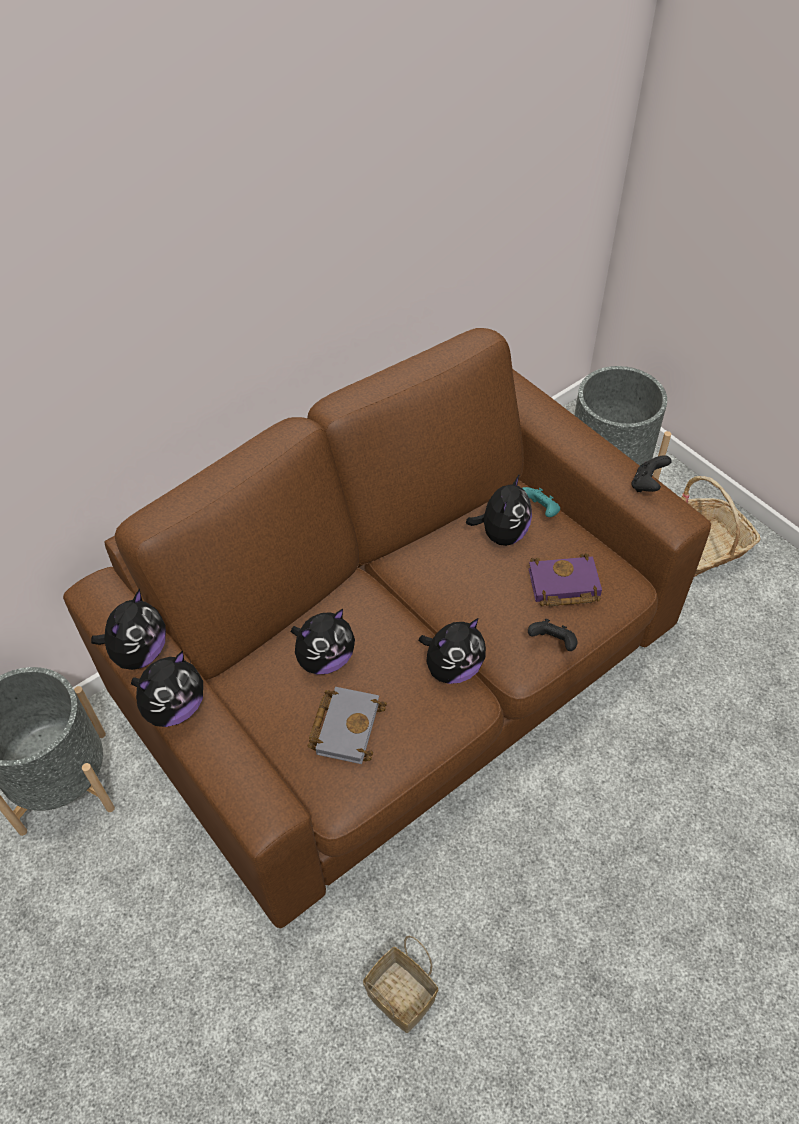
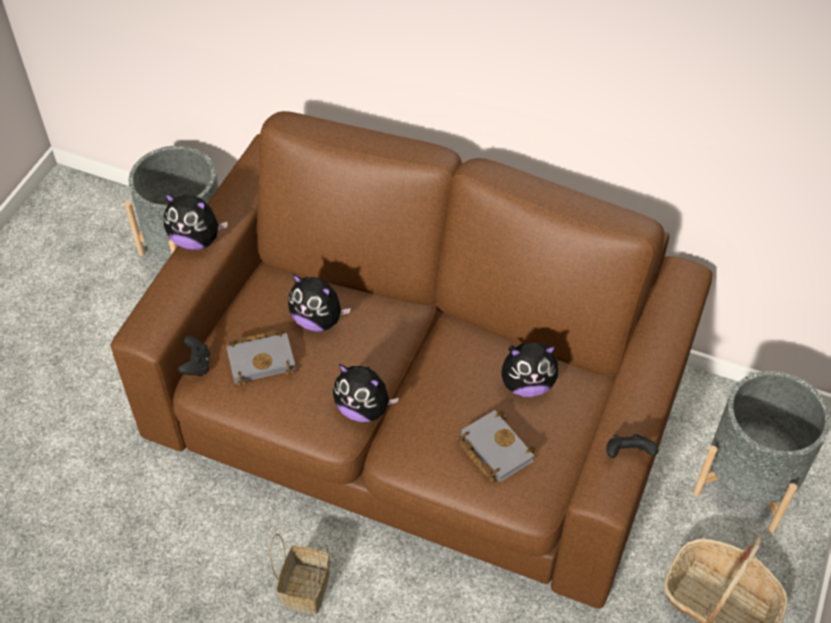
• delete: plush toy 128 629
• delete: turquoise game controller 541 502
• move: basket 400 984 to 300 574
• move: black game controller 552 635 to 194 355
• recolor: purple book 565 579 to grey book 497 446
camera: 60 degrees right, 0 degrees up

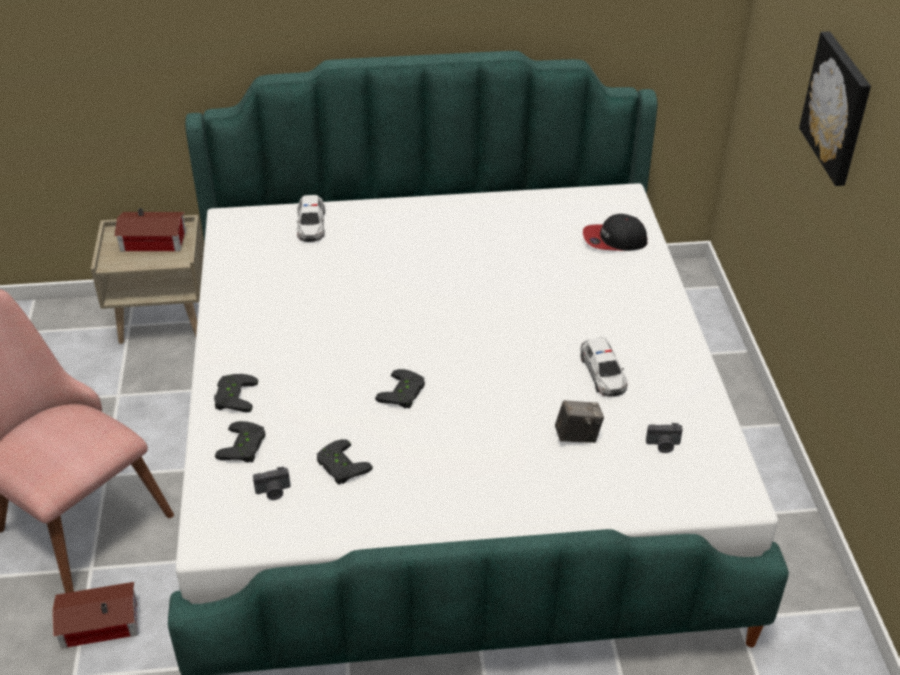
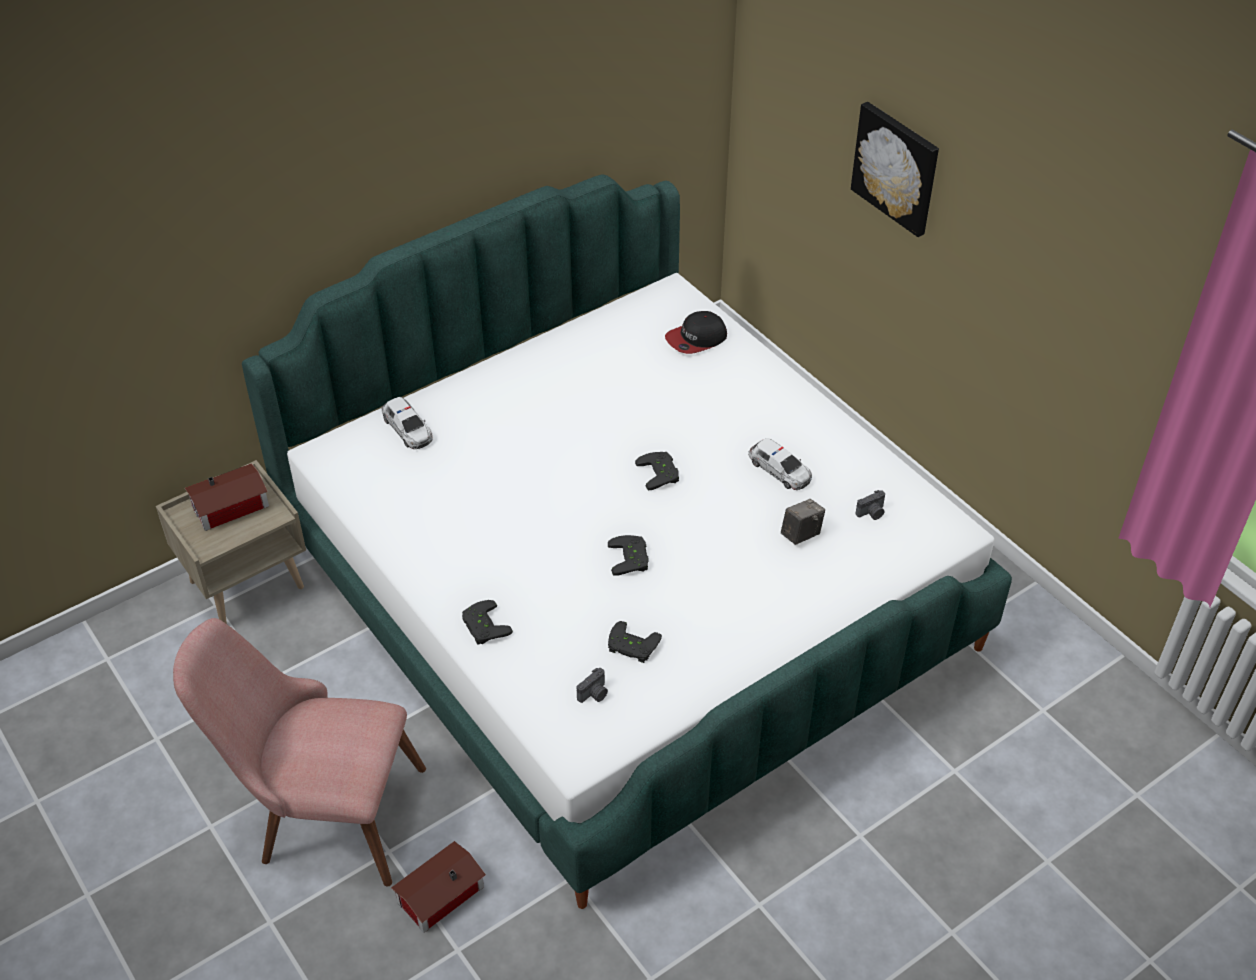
• move: black game controller 240 442 to 657 471
camera: 30 degrees left, 5 degrees up

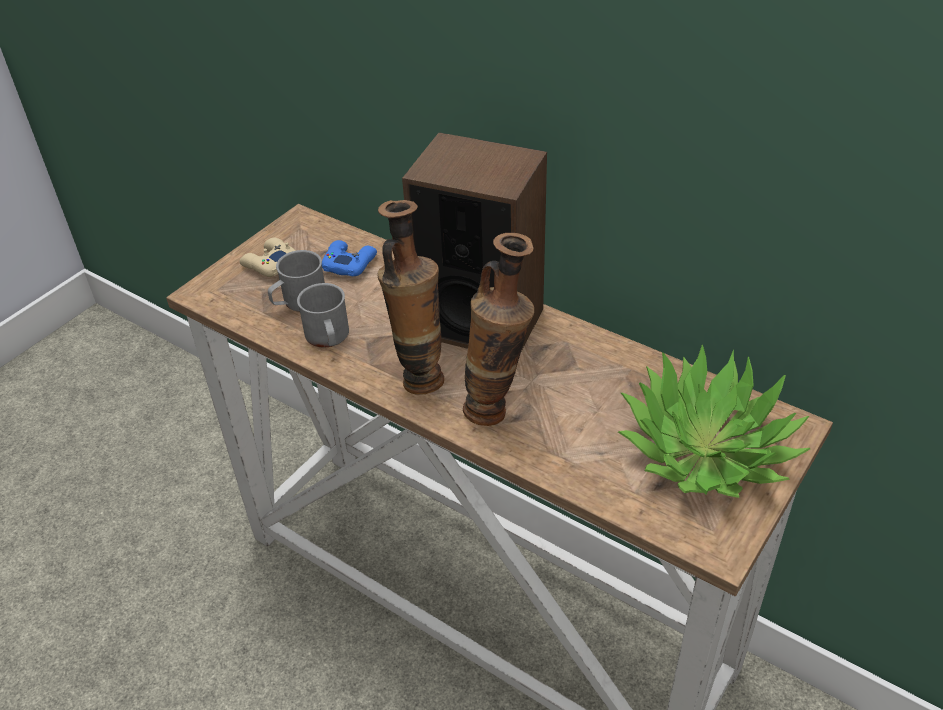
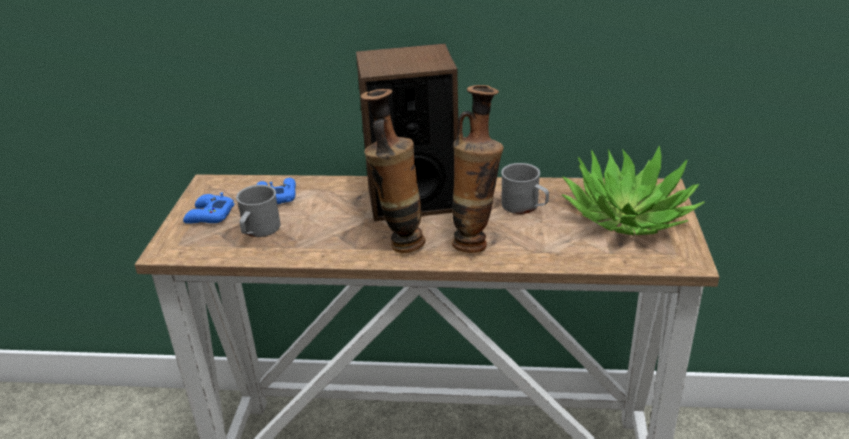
• move: grey mug 323 315 to 525 188
• recolor: beige game controller 268 257 to blue game controller 209 208
camera: 30 degrees left, 10 degrees down

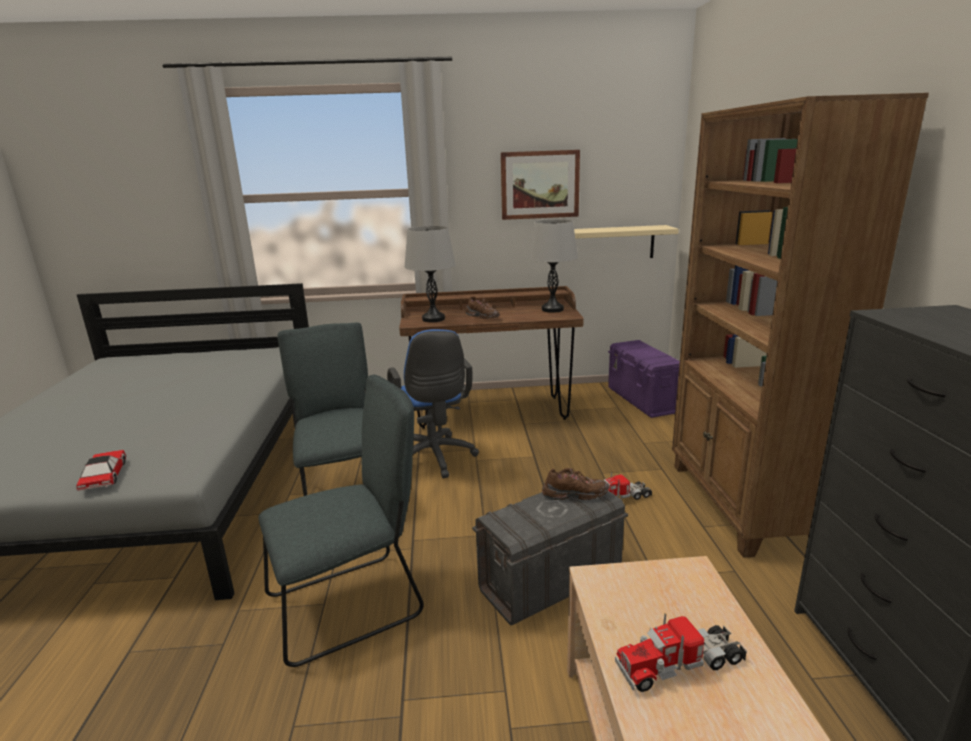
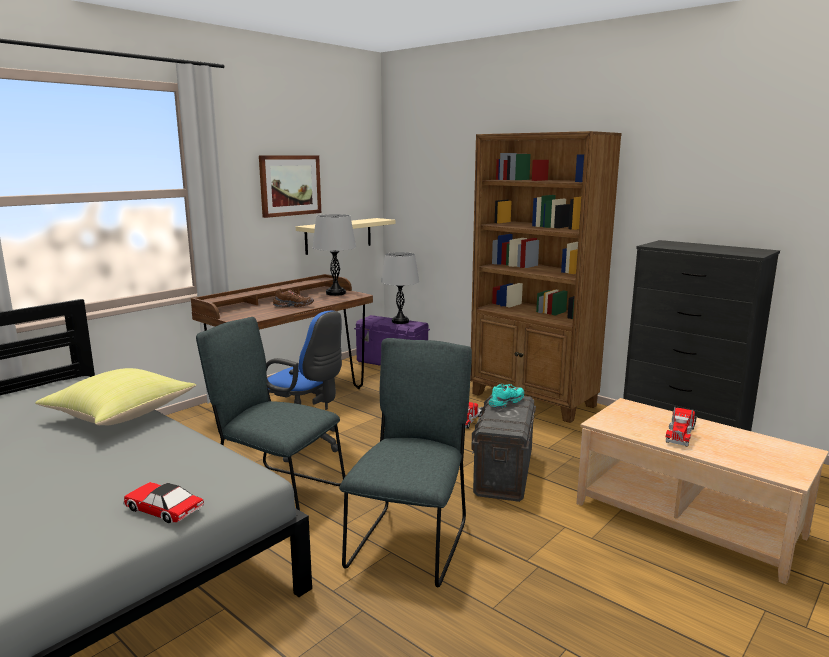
• insert: yellow pillow 115 396
• move: grey table lamp 430 274 to 400 288
• recolor: brown shoe 575 484 to turquoise shoe 506 396
camera: 45 degrees left, 5 degrees down

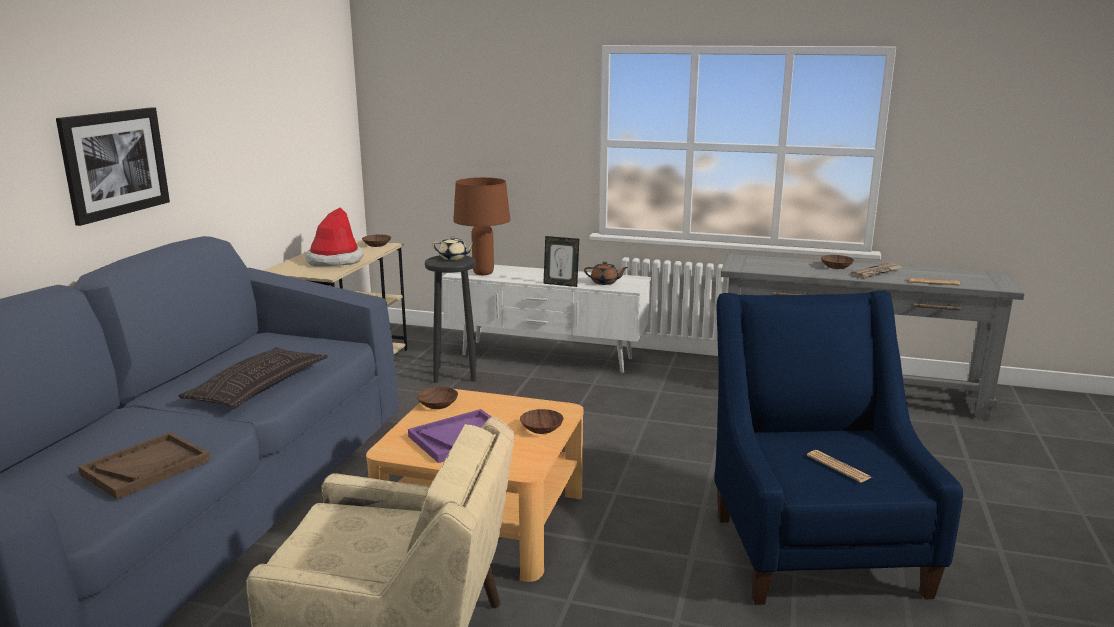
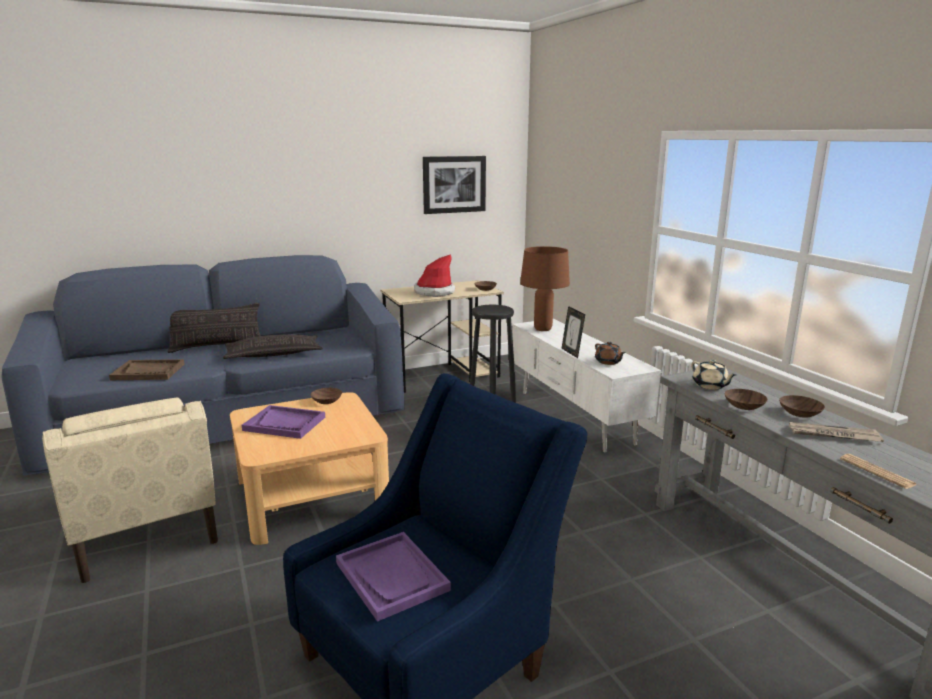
• insert: pillow 214 328
• move: picture 113 166 to 454 185
• move: beige teapot 453 248 to 713 375
• move: brown bowl 542 421 to 746 399
• replace: newspaper 839 466 to purple tray 393 577
camera: 50 degrees right, 0 degrees up

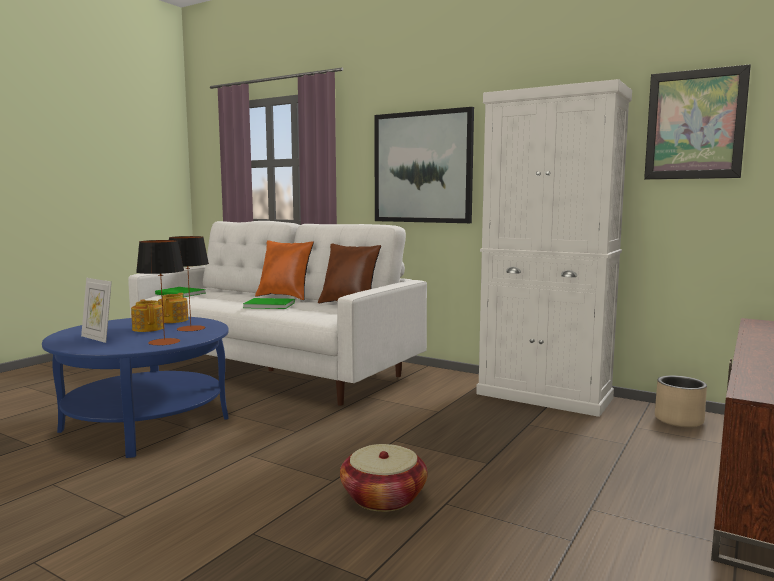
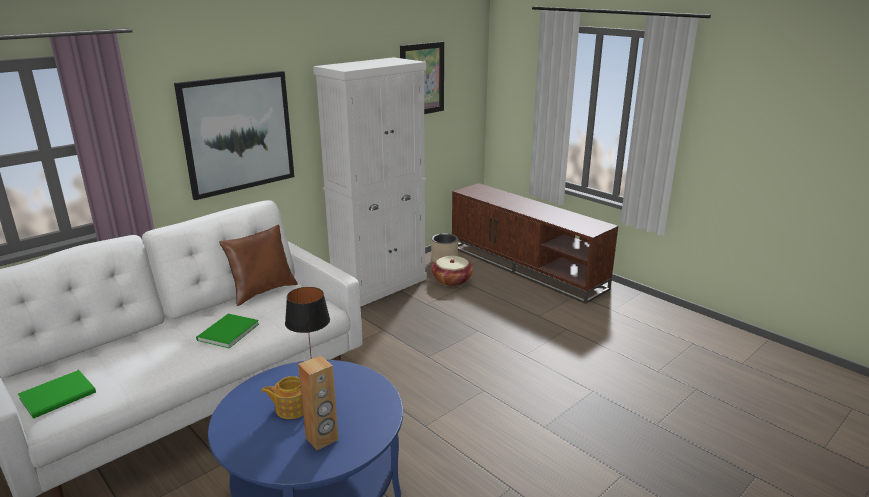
• delete: table lamp 160 293
• delete: teapot 173 308
• delete: orange pillow 284 270
• move: basket 384 478 to 452 271
• replace: picture frame 96 310 to brown speaker 318 402
camera: 75 degrees left, 15 degrees up

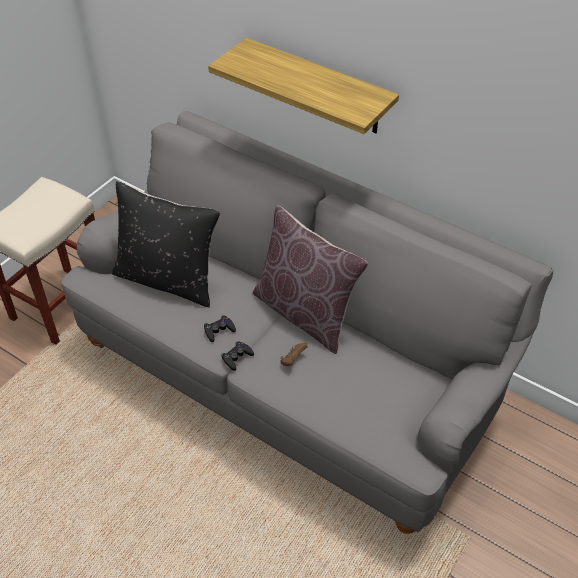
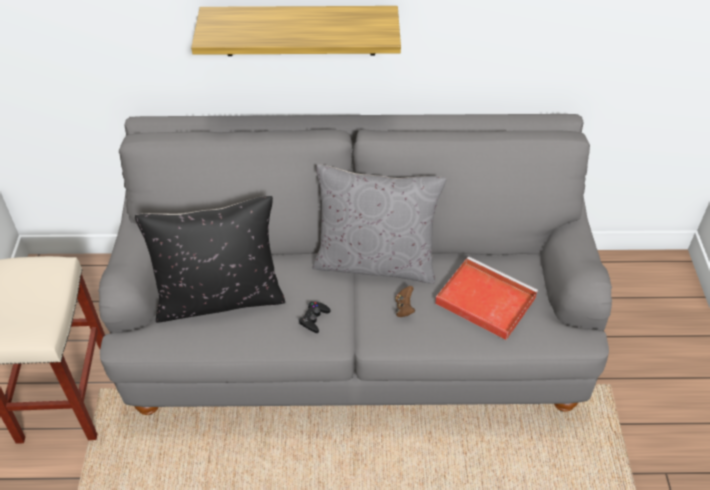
• delete: black game controller 237 356
• insert: red tray 486 298
• recolor: brown pillow 310 279 to grey pillow 379 224
camera: 35 degrees left, 0 degrees up

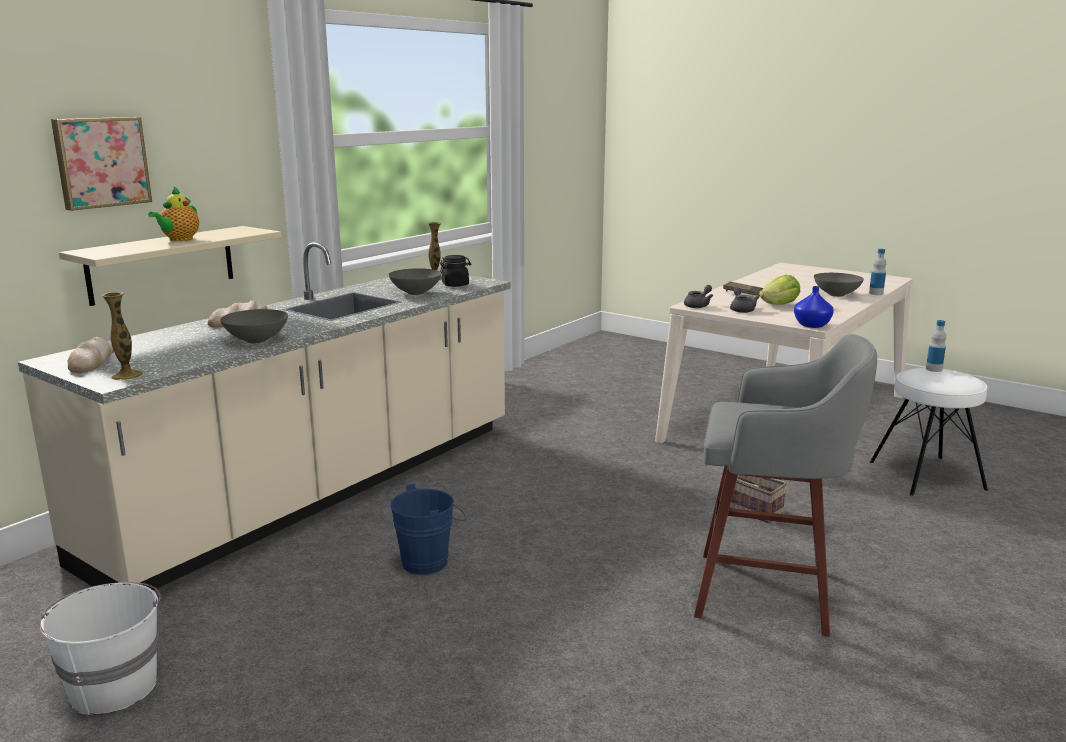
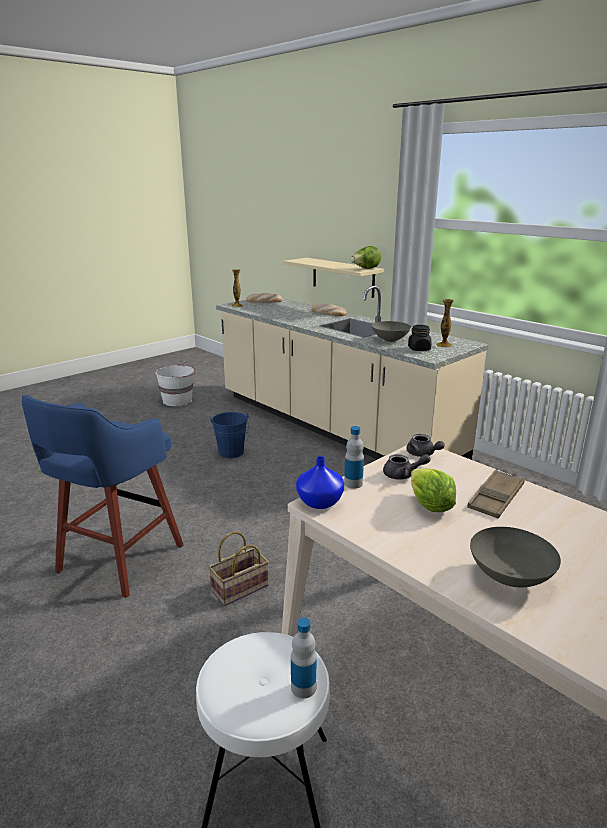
• delete: picture 101 164
• delete: teapot 173 214
• delete: grey bowl 254 326
• insert: lettuce 366 257
• move: bottle 877 272 to 354 457
• recolor: grey stool 785 485 to blue stool 102 496
camera: 100 degrees right, 5 degrees up

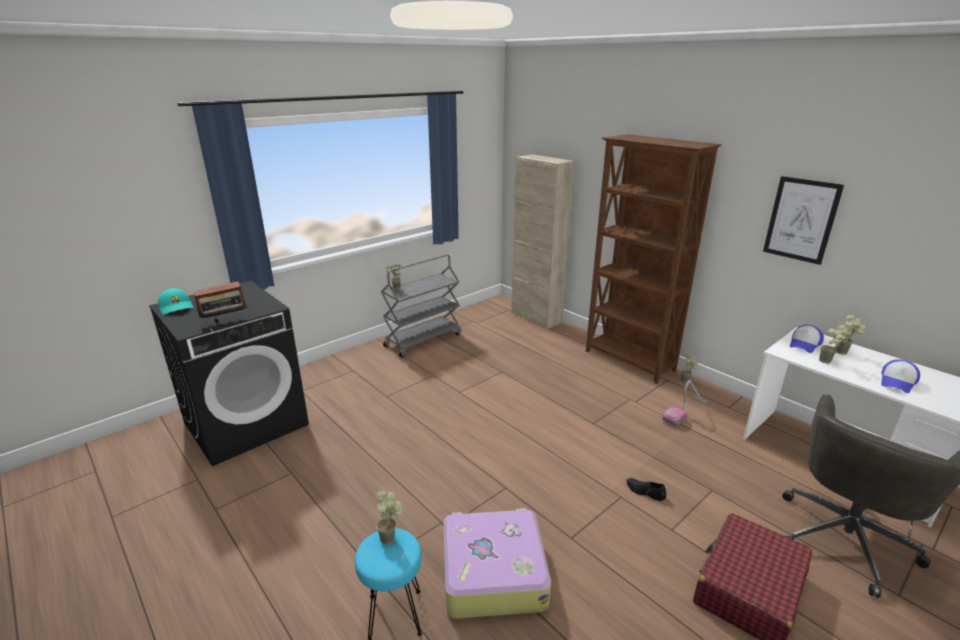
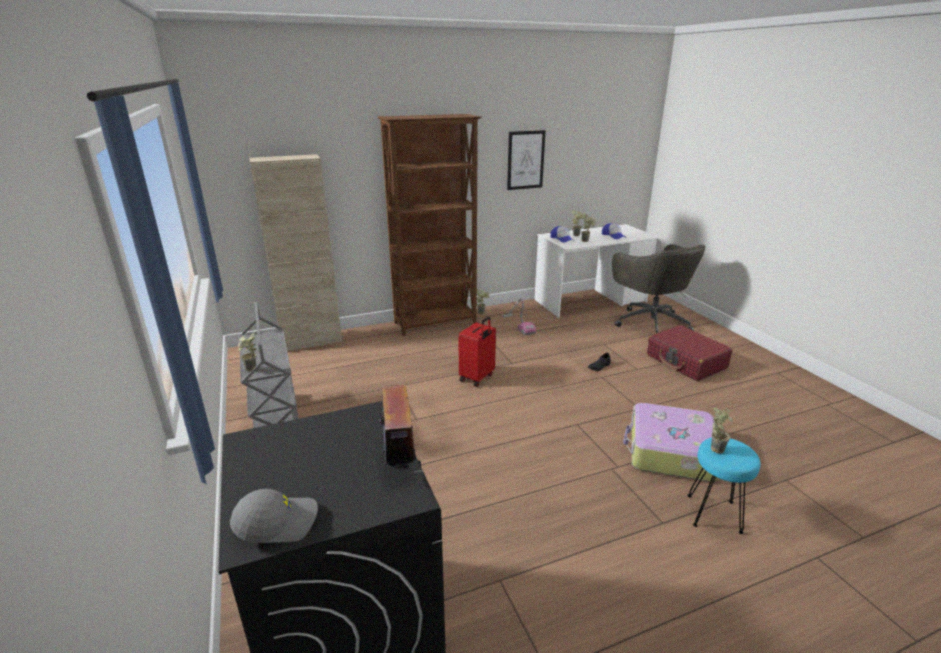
• insert: red suitcase 477 352
• recolor: turquoise cap 175 301 to grey cap 274 516
camera: 70 degrees left, 0 degrees up

